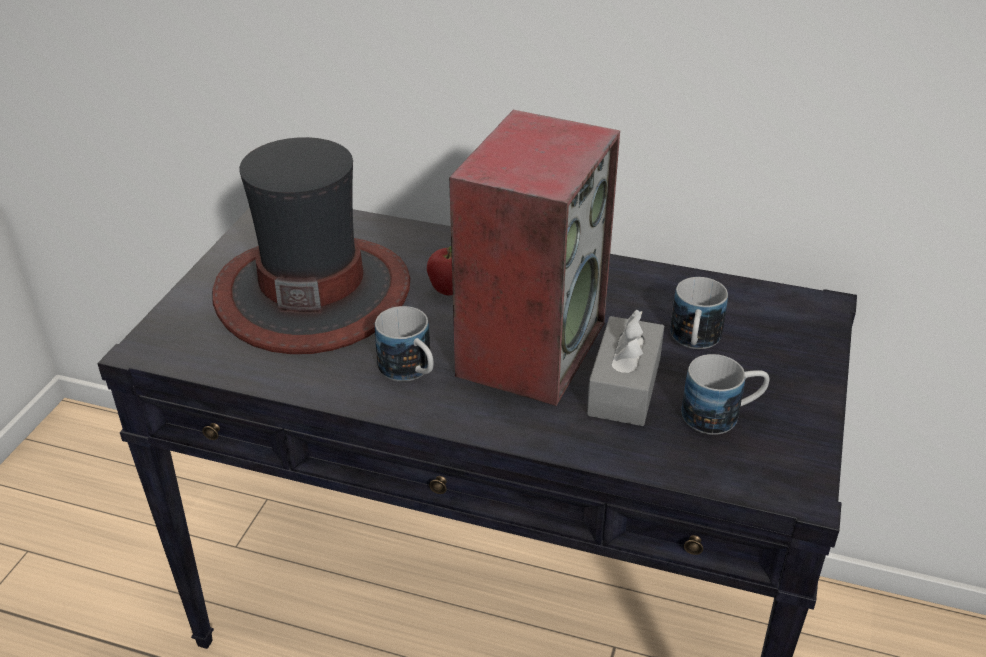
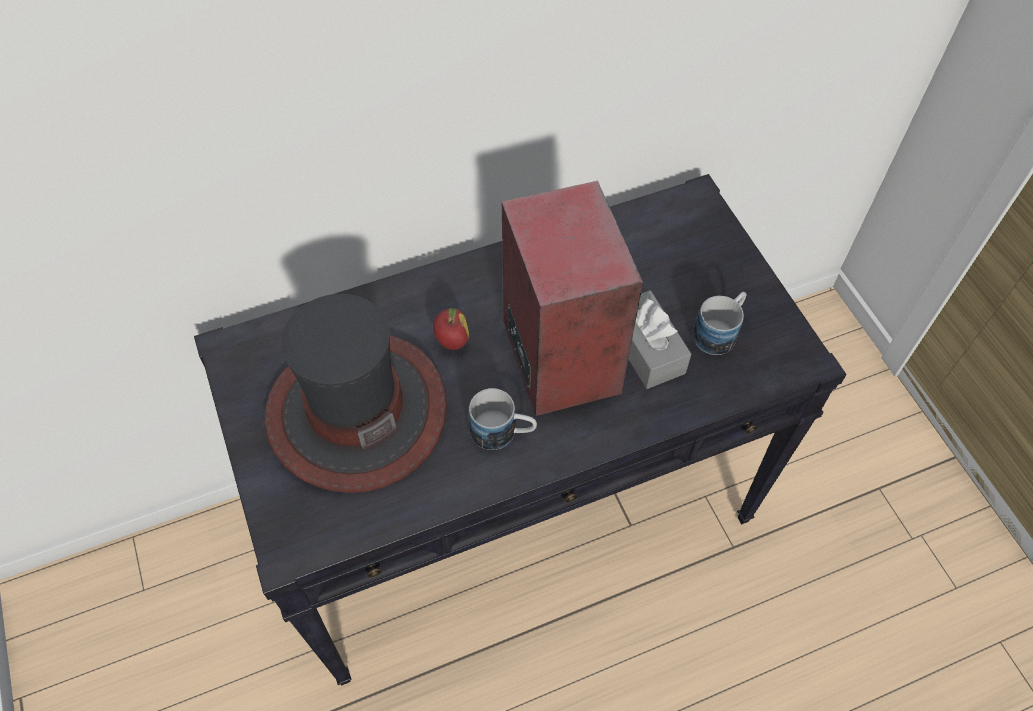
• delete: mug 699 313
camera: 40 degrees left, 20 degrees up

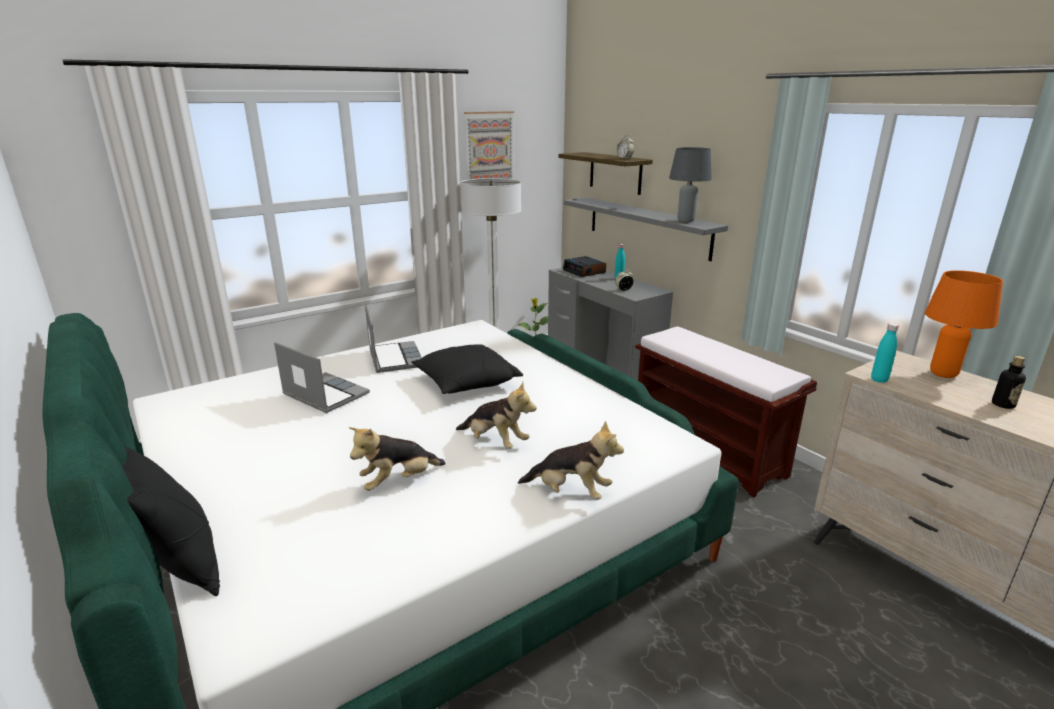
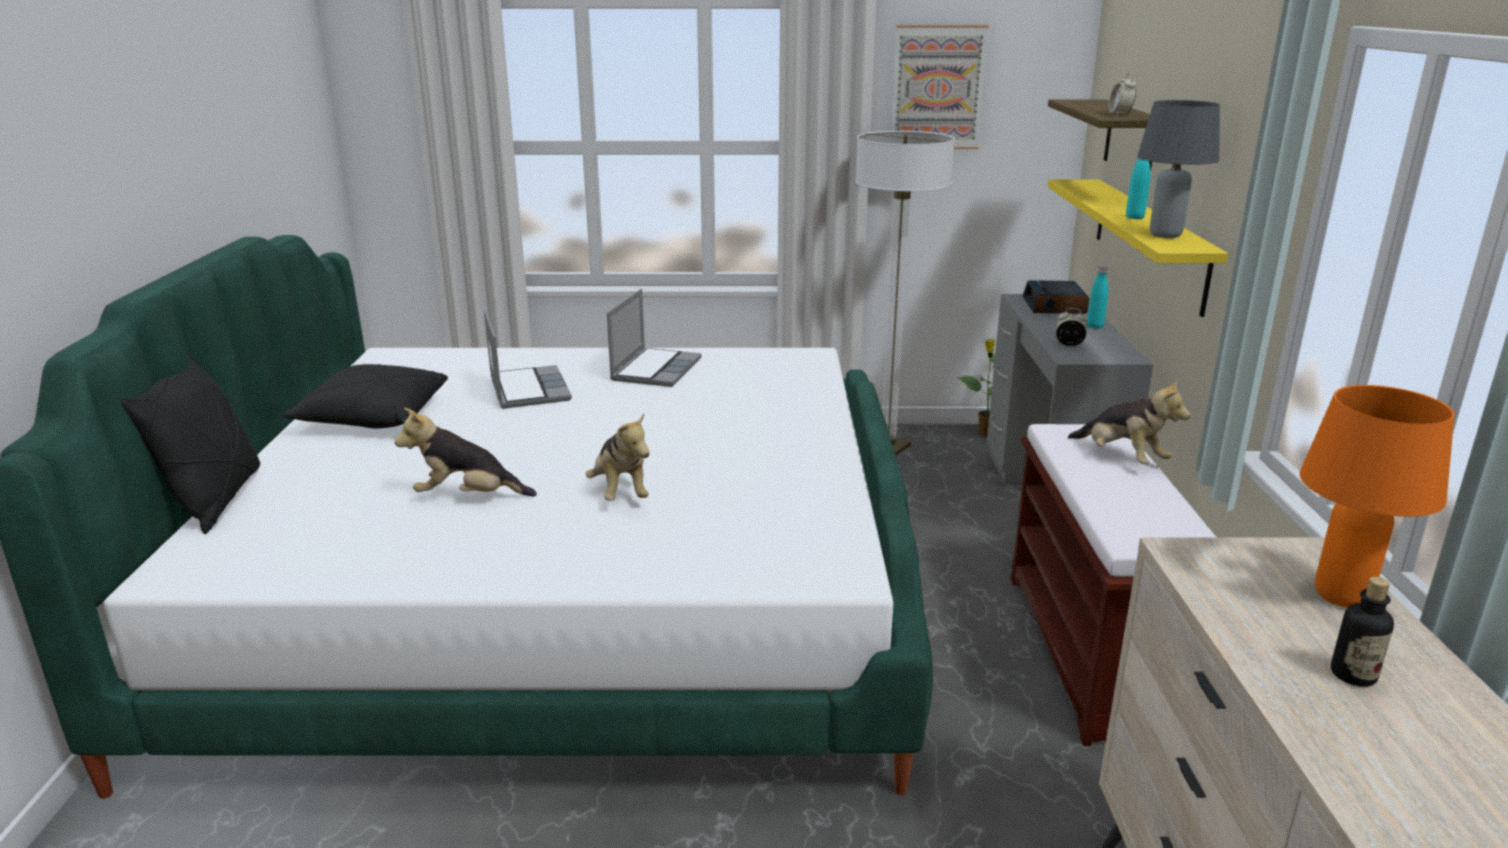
• move: black pillow 467 369 to 365 396
• move: plush toy 571 460 to 1129 421
• move: turquoise bottle 885 353 to 1138 183
• recolor: grey shelf 646 229 to yellow shelf 1138 248
camera: 35 degrees right, 0 degrees up

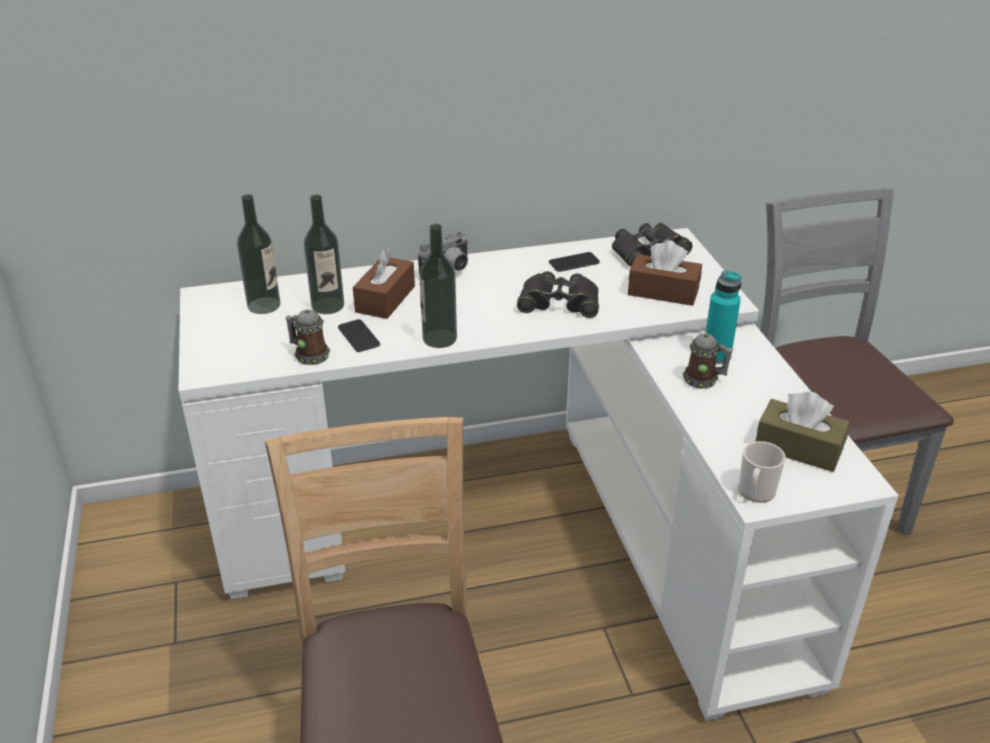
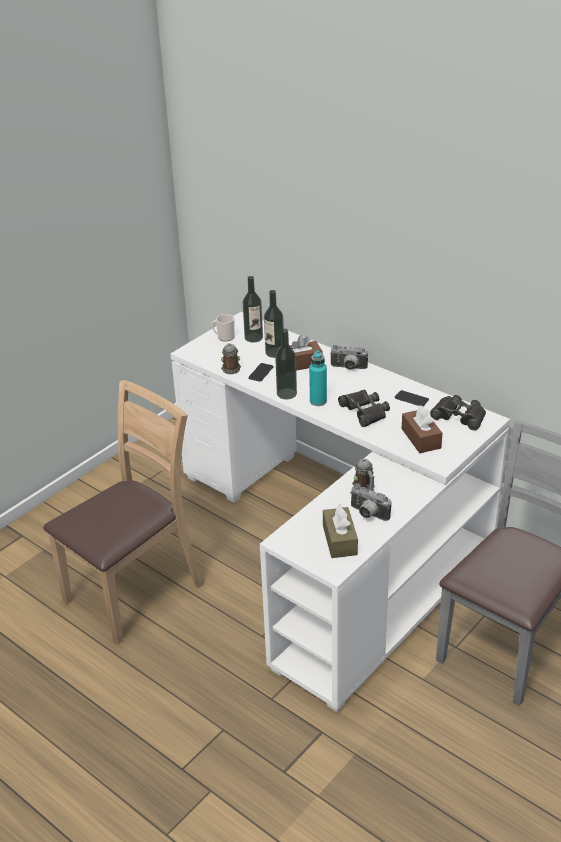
• insert: photo camera 371 502
• move: turquoise bottle 724 317 to 318 378
• move: mug 762 472 to 223 328
camera: 55 degrees right, 0 degrees up

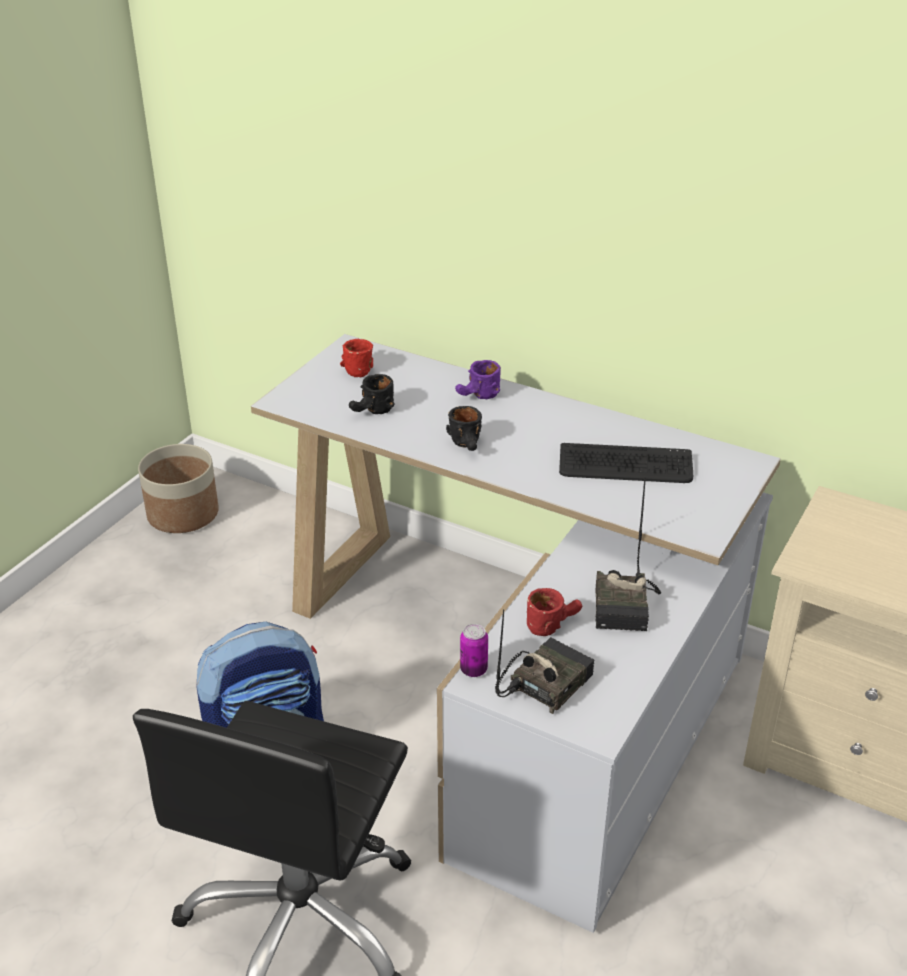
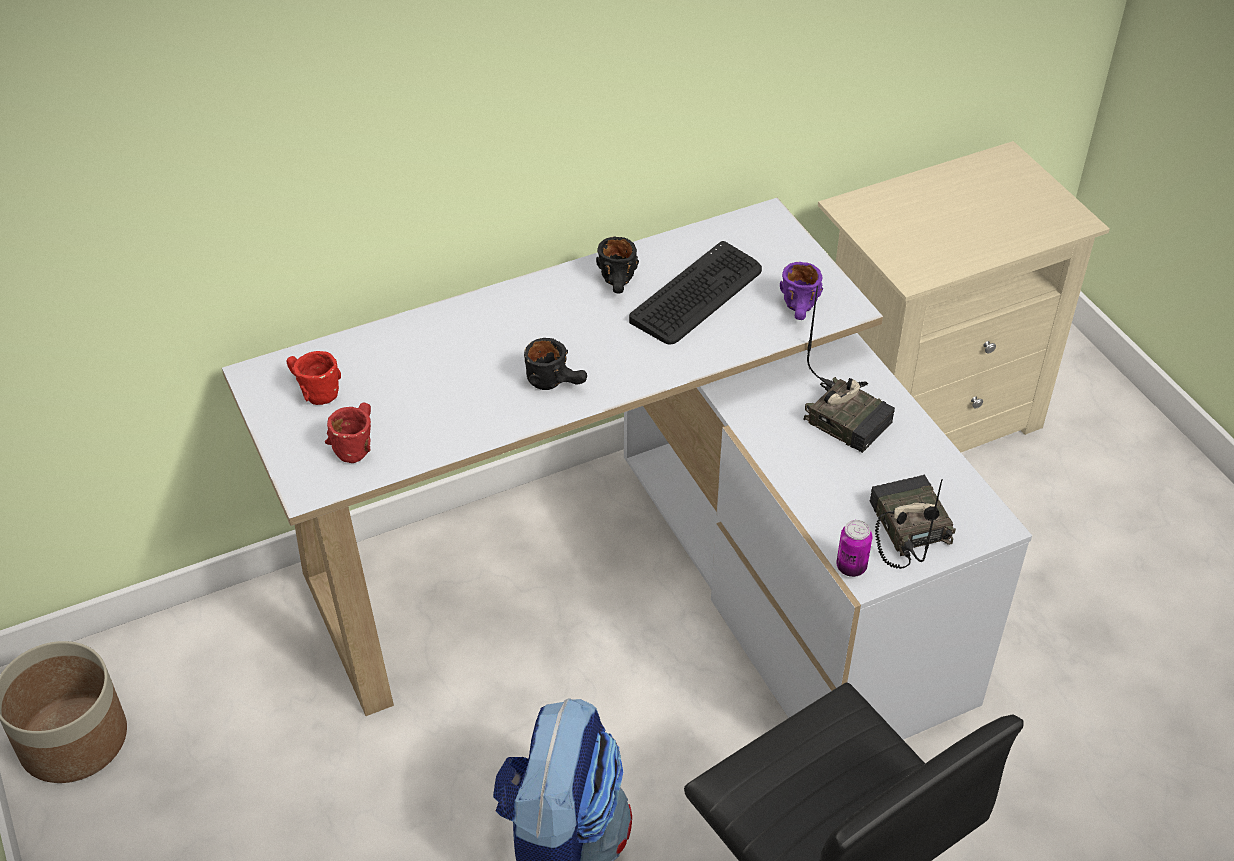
• move: black mug 371 394 to 617 265
• move: purple mug 478 379 to 801 291
• move: red mug 554 612 to 348 433
camera: 55 degrees left, 10 degrees up

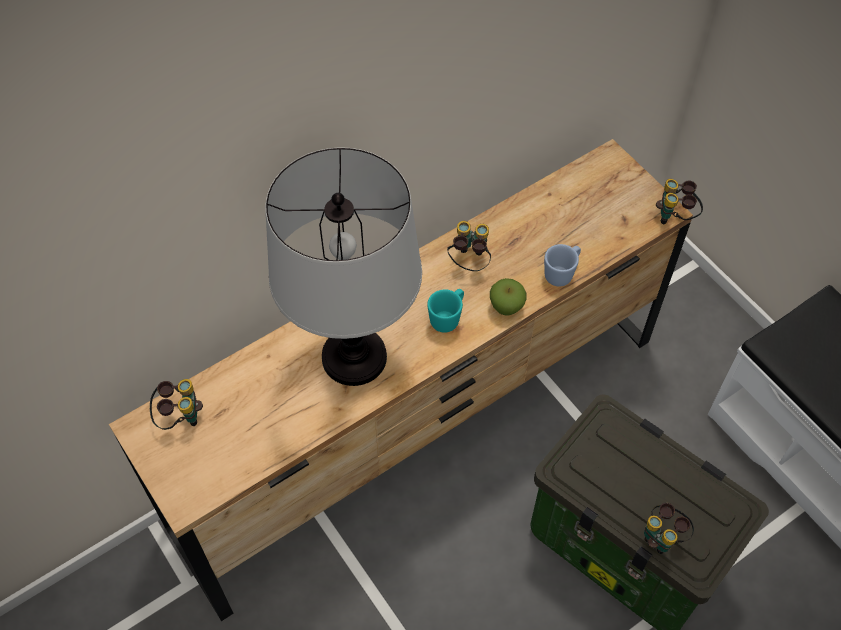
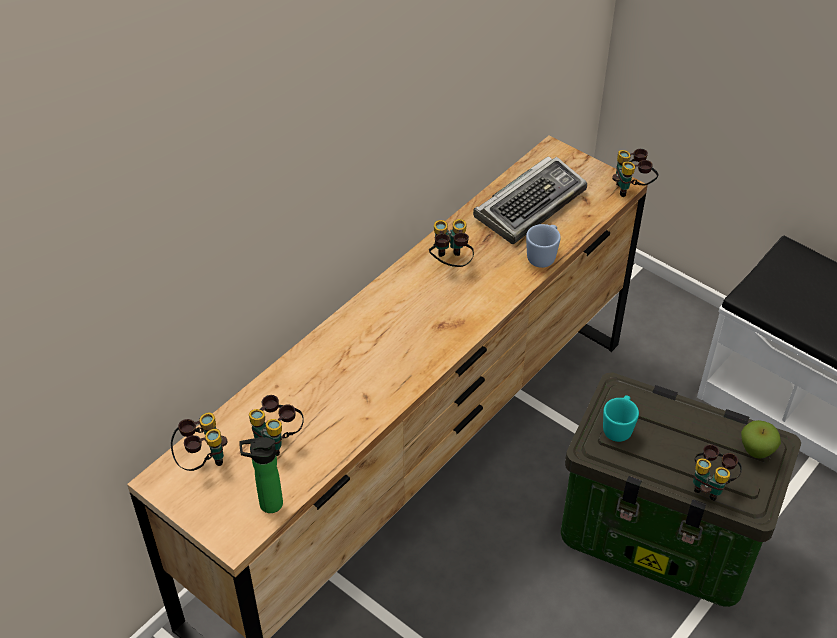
• delete: table lamp 343 266
• insert: bottle 261 475
• insert: binoculars 276 425
• insert: keyboard 530 200
• move: turquoise mug 445 311 to 621 418
• move: apple 508 297 to 761 439
camera: 15 degrees left, 10 degrees down

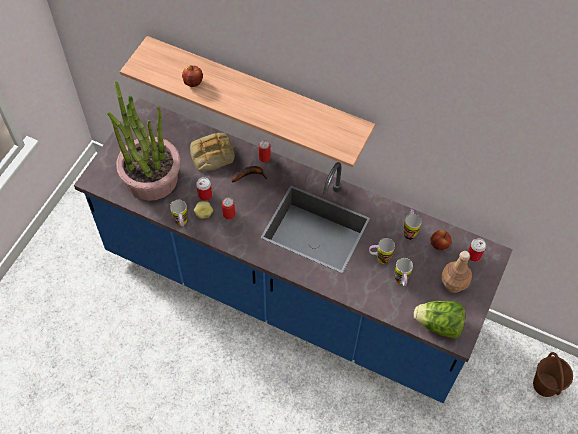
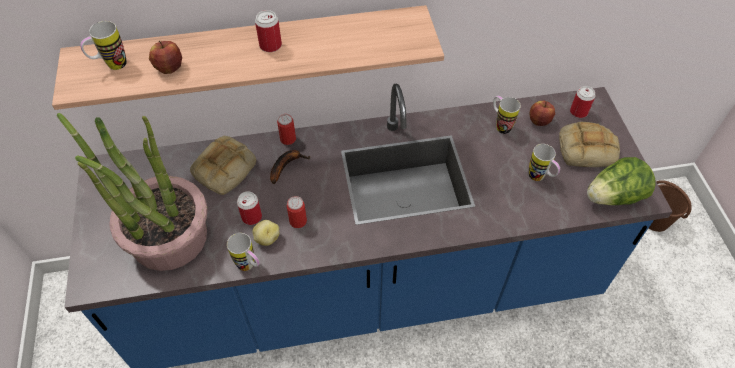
• insert: can 268 31
• move: mug 382 251 to 103 45
• replace: brown bottle 456 272 to bread 589 144
camera: 35 degrees left, 5 degrees down

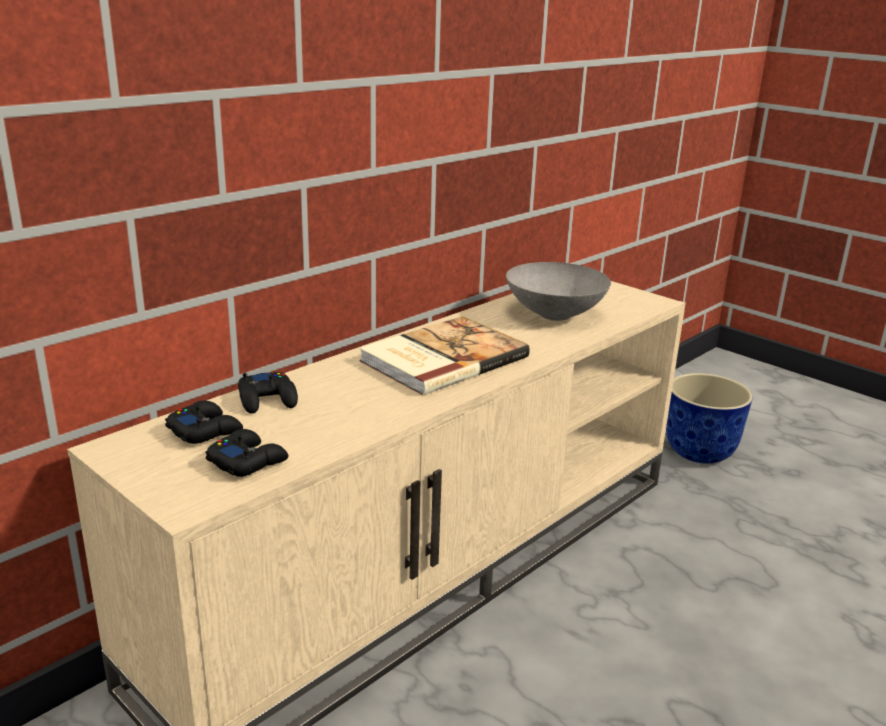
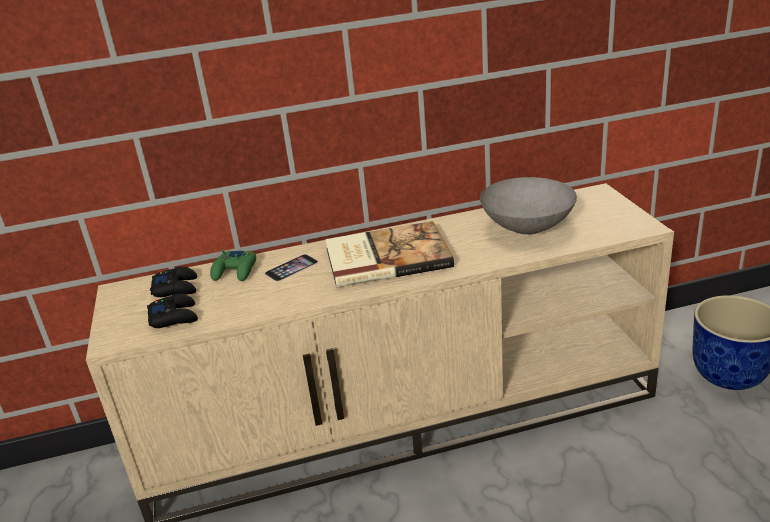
• insert: phone 291 268
• recolor: black game controller 268 393 to green game controller 233 265
camera: 35 degrees right, 5 degrees up

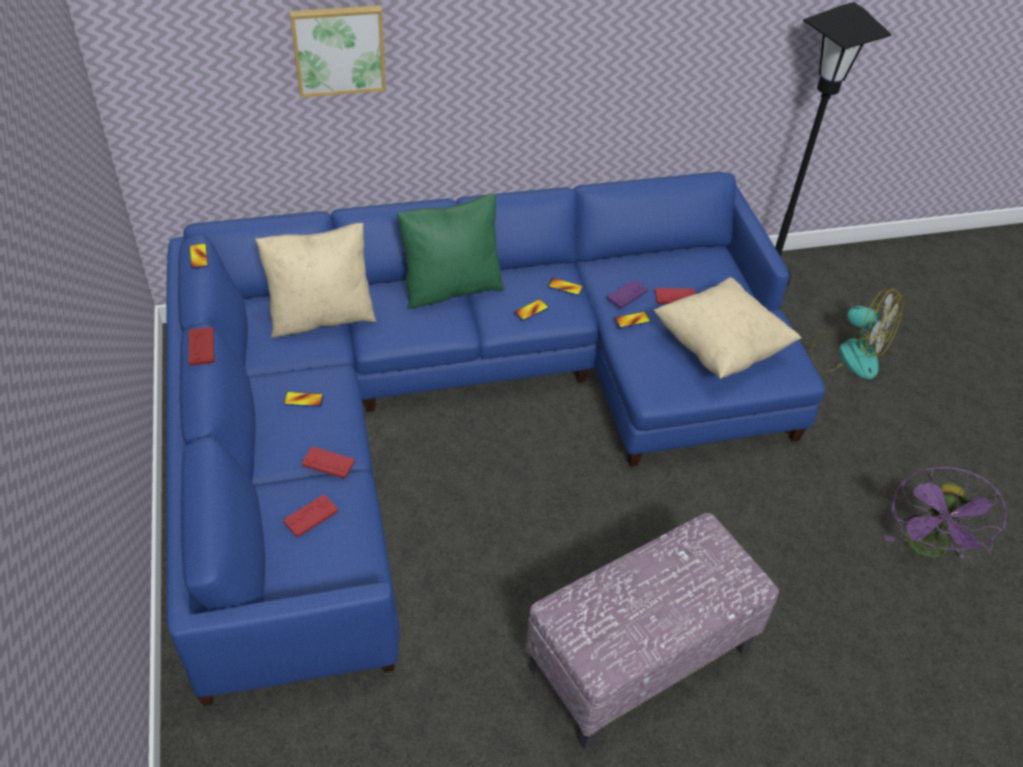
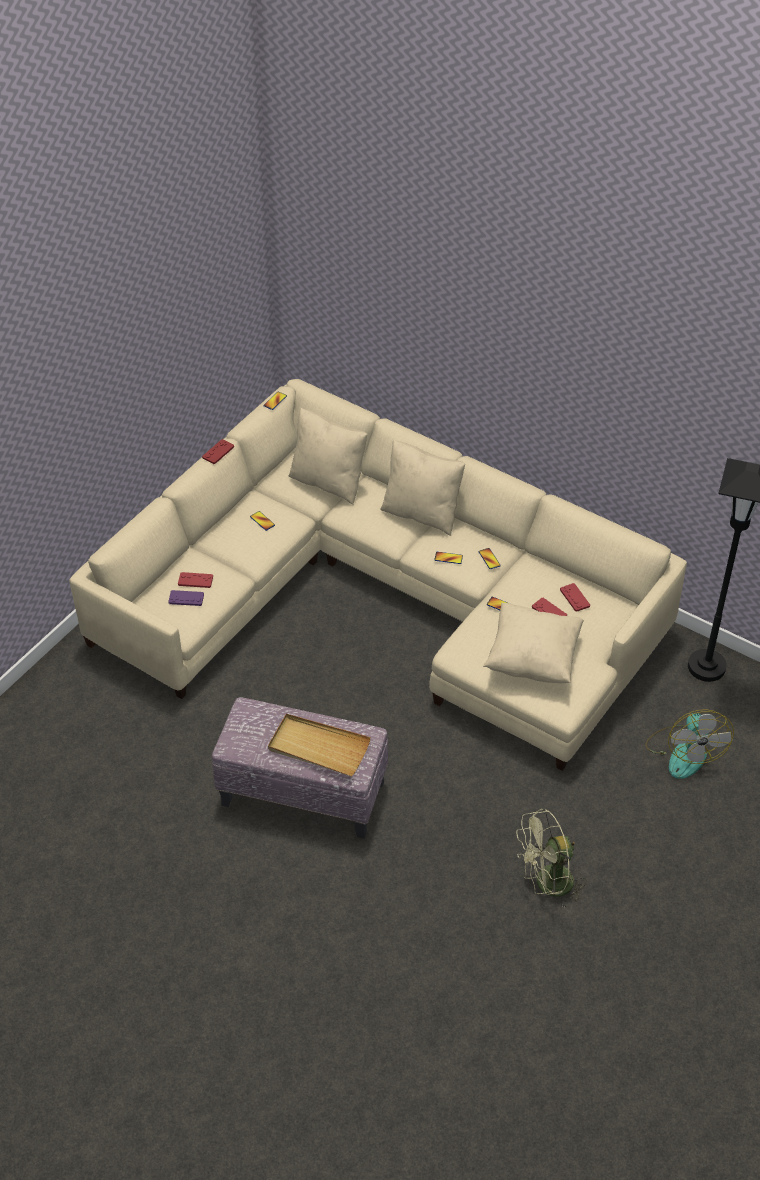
• delete: picture 338 51
• insert: beige tray 319 745
• move: red game controller 328 462 to 575 597
• move: purple game controller 627 293 to 186 598
• recolor: blue sofa 495 439 to beige sofa 378 575
• recolor: green pillow 451 251 to beige pillow 422 487
• recolor: purple fan 945 514 to green fan 551 858
camera: 50 degrees right, 0 degrees up

